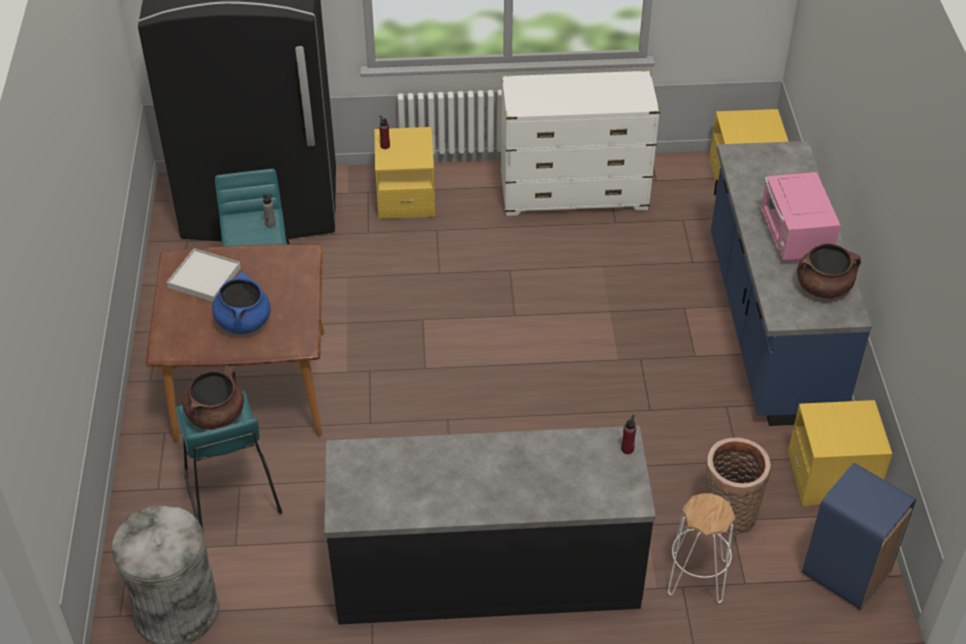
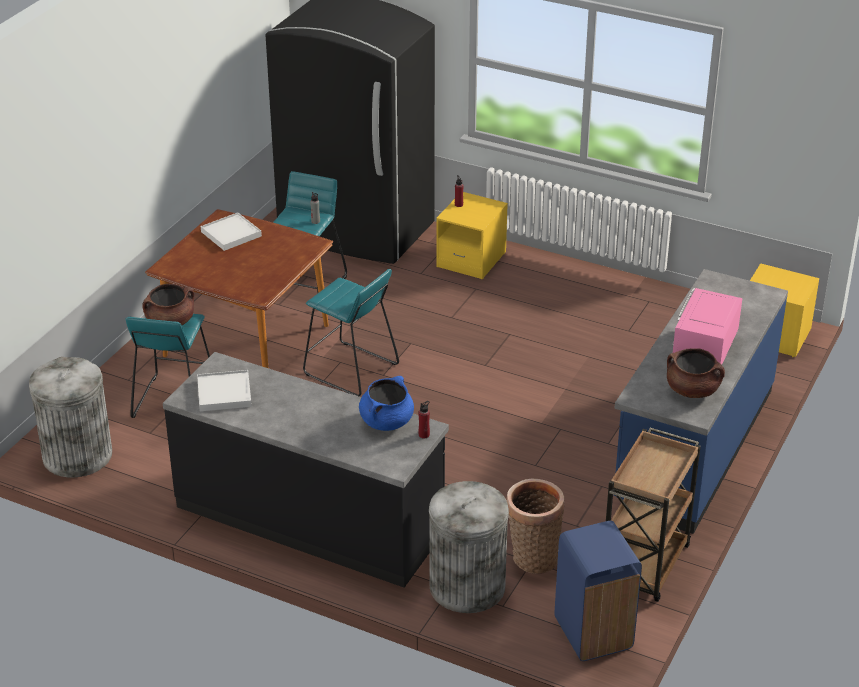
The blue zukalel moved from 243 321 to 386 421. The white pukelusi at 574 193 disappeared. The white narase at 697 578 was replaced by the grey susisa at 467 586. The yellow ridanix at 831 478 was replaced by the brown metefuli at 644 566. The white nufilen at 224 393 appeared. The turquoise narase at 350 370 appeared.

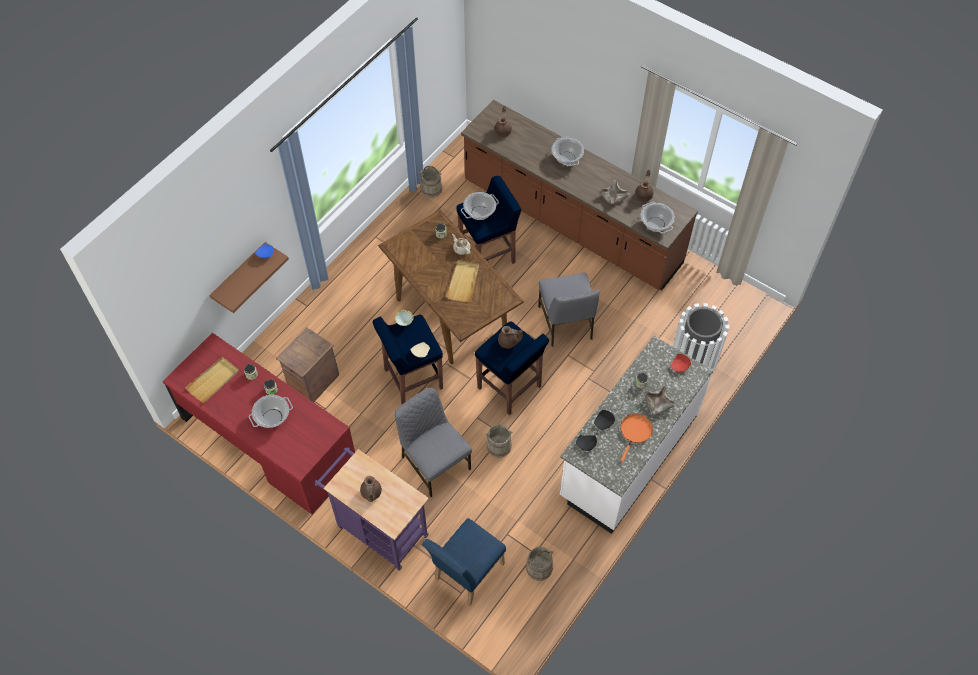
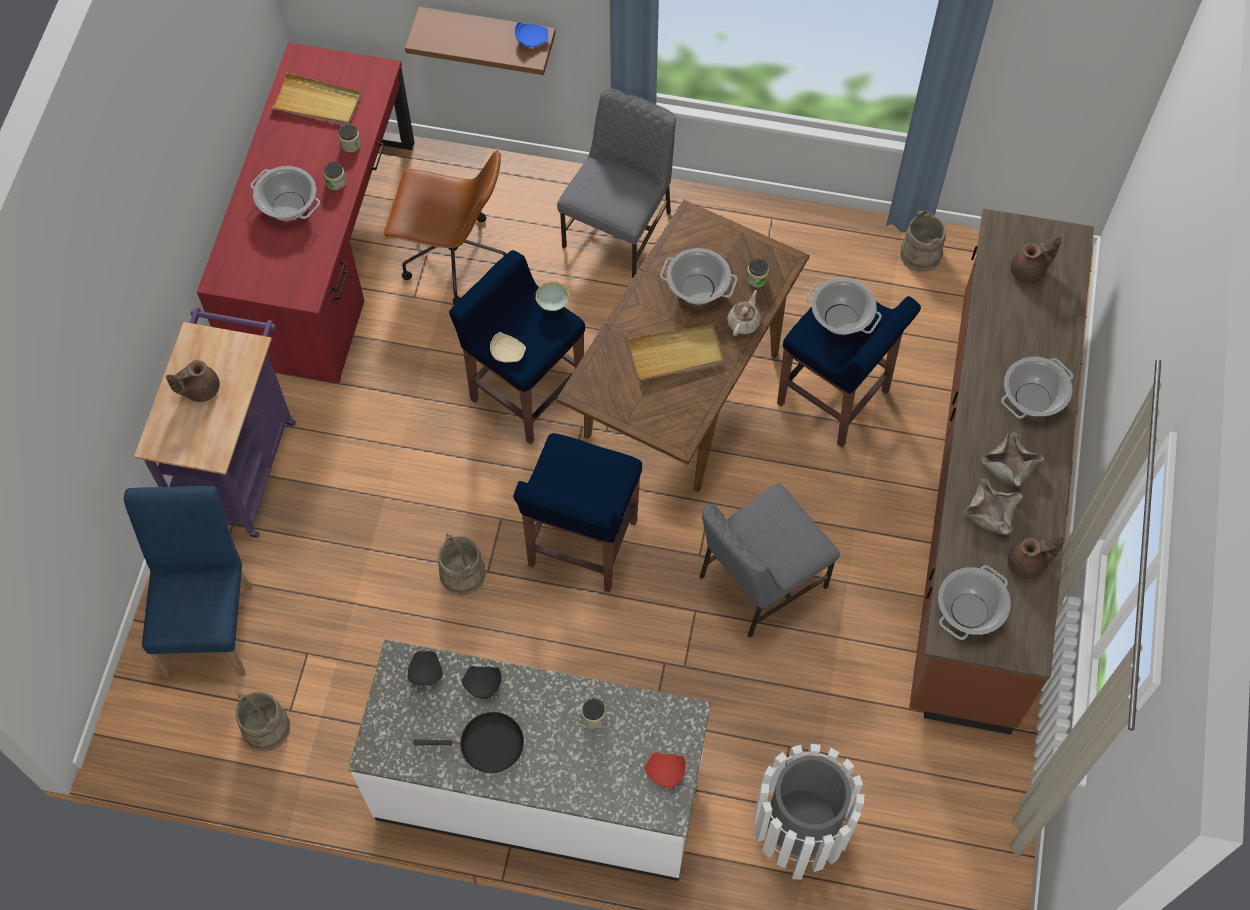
The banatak at 313 382 was replaced by the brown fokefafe at 453 259. The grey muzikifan moved from 434 462 to 620 229. The blue muzikifan at 465 575 turned 75 degrees clockwise. The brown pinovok at 508 342 disappeared. The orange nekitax at 635 432 became the black nekitax at 487 745. The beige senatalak moved from 658 404 to 1009 466. The zukalel at 698 288 appeared.

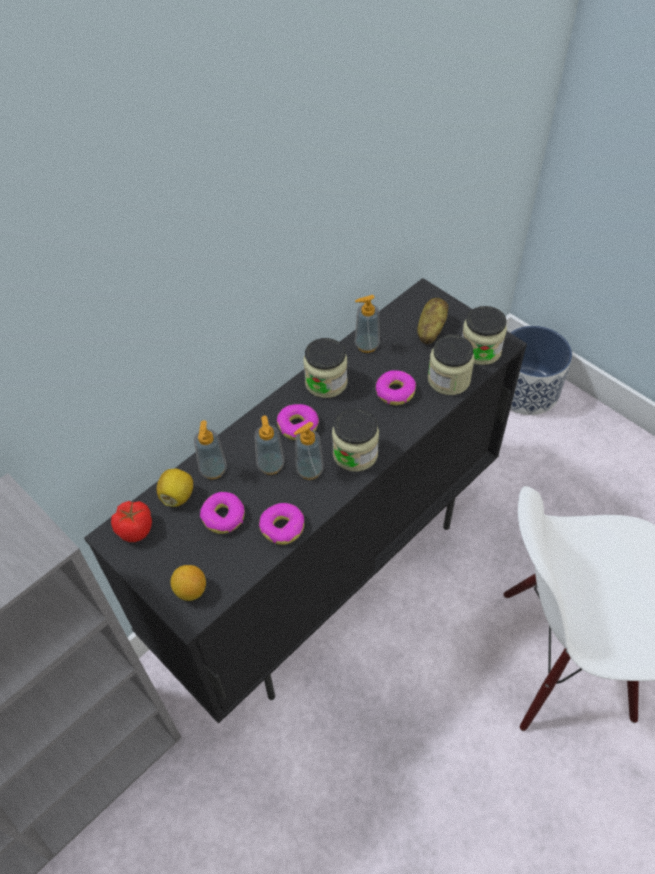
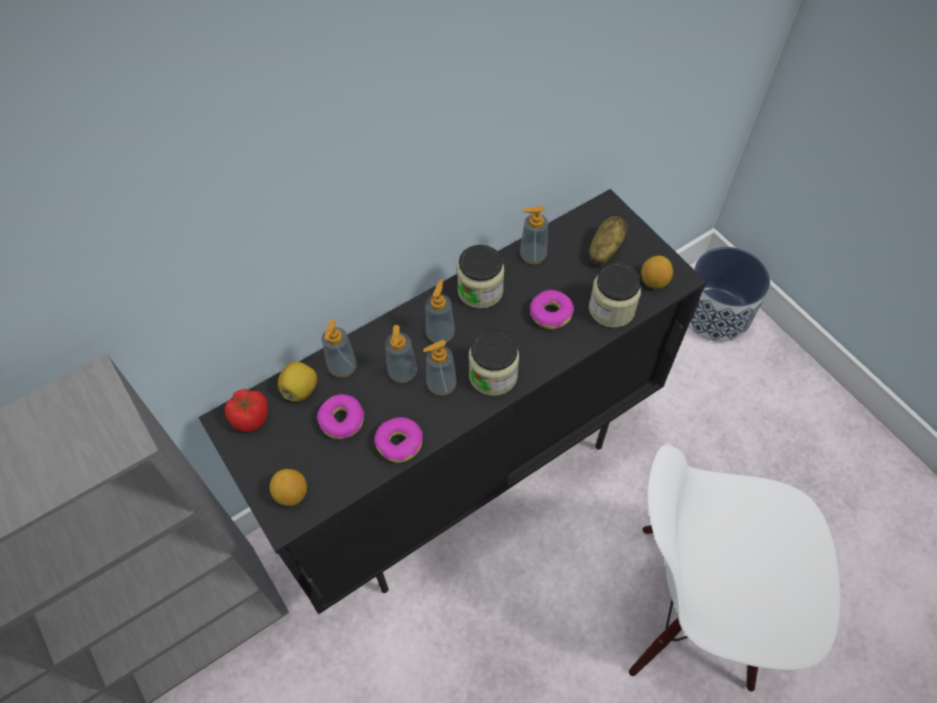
The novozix at 298 426 was replaced by the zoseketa at 440 334. The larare at 480 350 was replaced by the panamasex at 653 281.

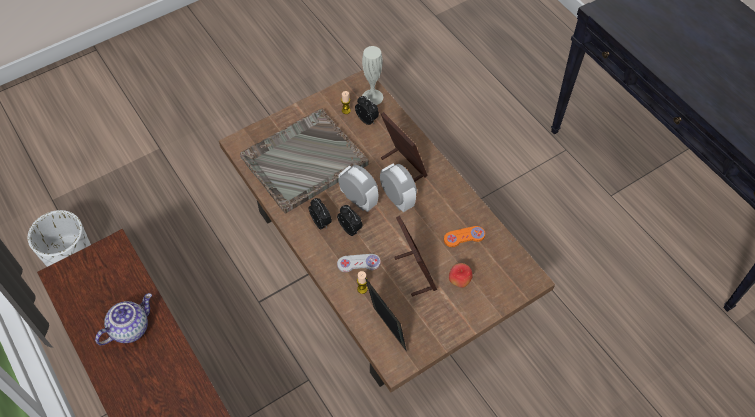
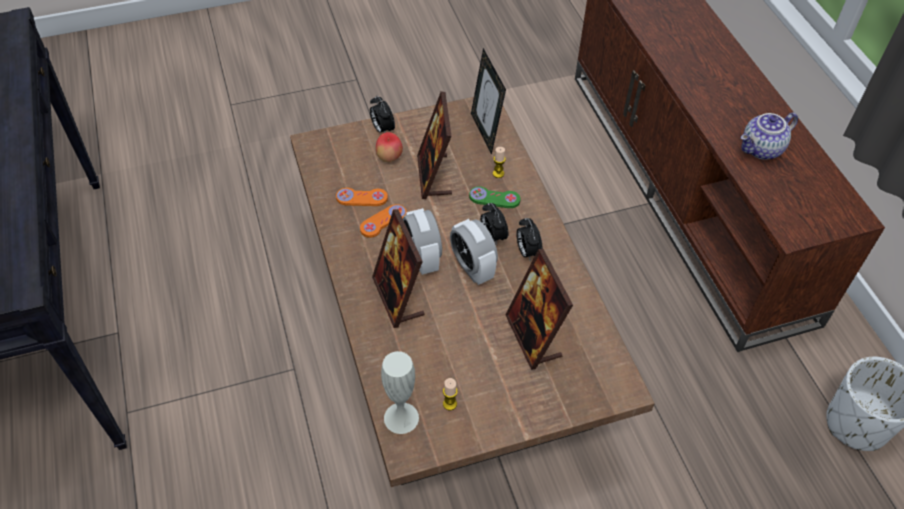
The grey nufilen at 303 161 was replaced by the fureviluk at 533 337. The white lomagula at 358 263 became the green lomagula at 494 198. The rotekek moved from 367 120 to 382 129. The orange lomagula at 383 222 appeared.

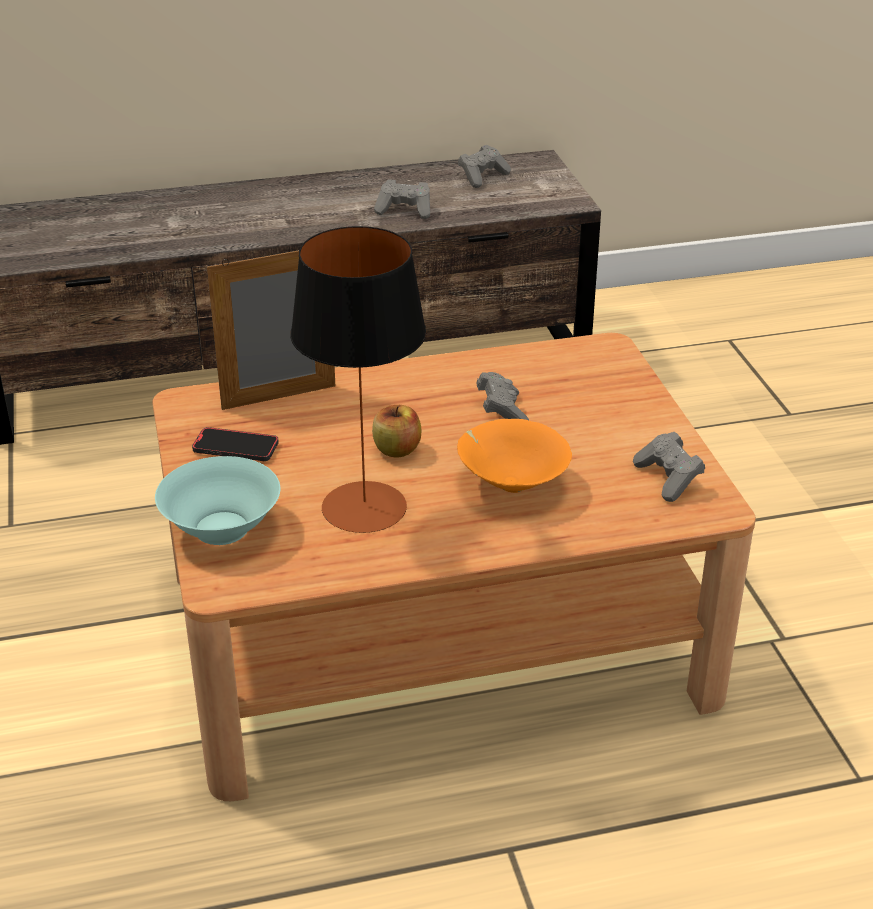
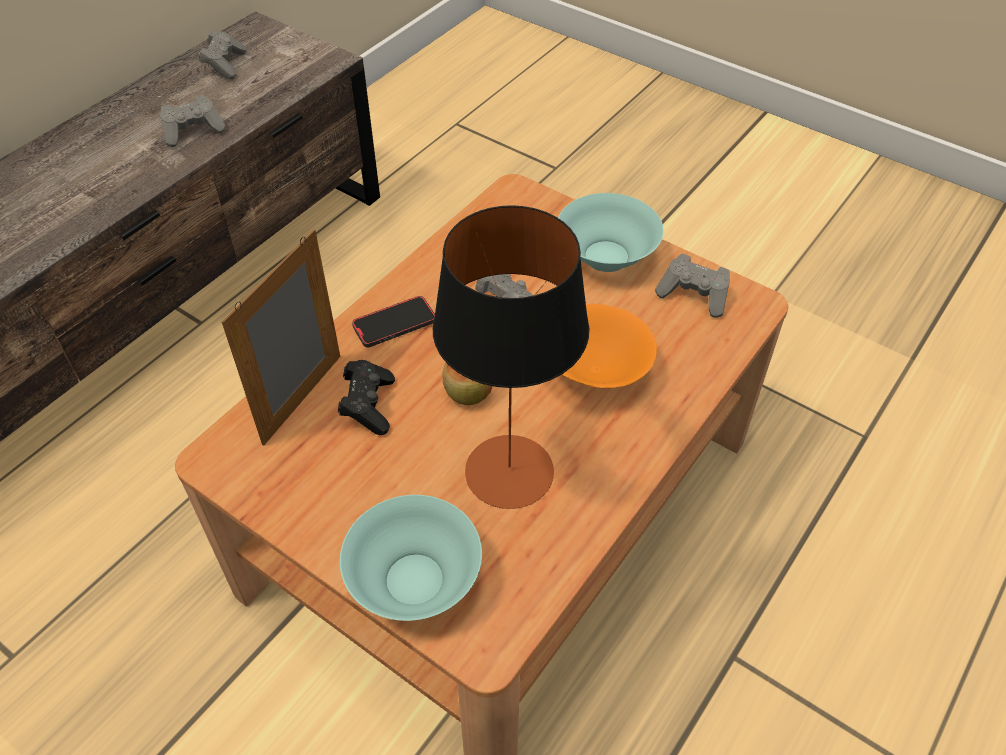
The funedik moved from 236 448 to 394 324. The black lomagula at 368 405 appeared. The turquoise senatalak at 605 255 appeared.

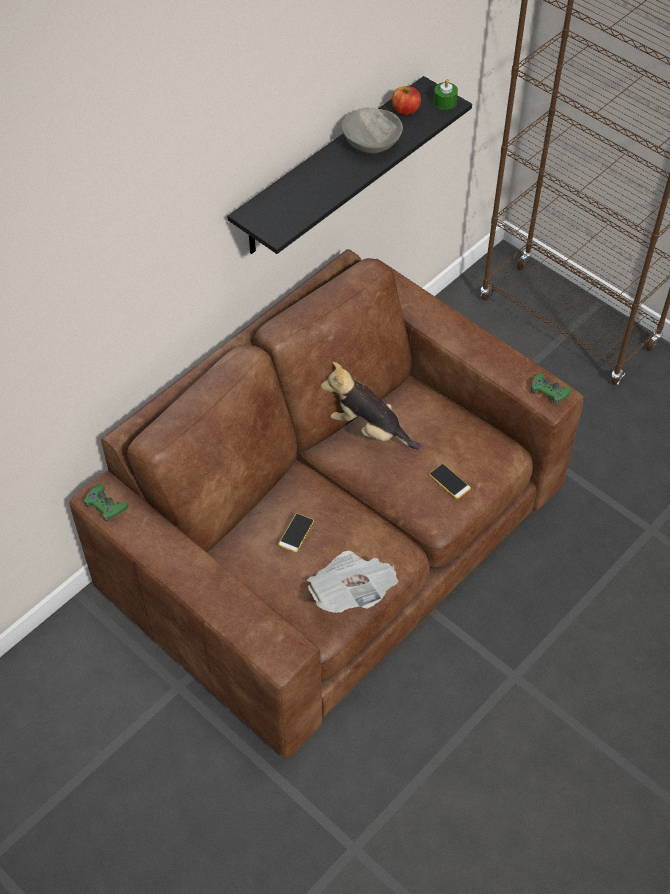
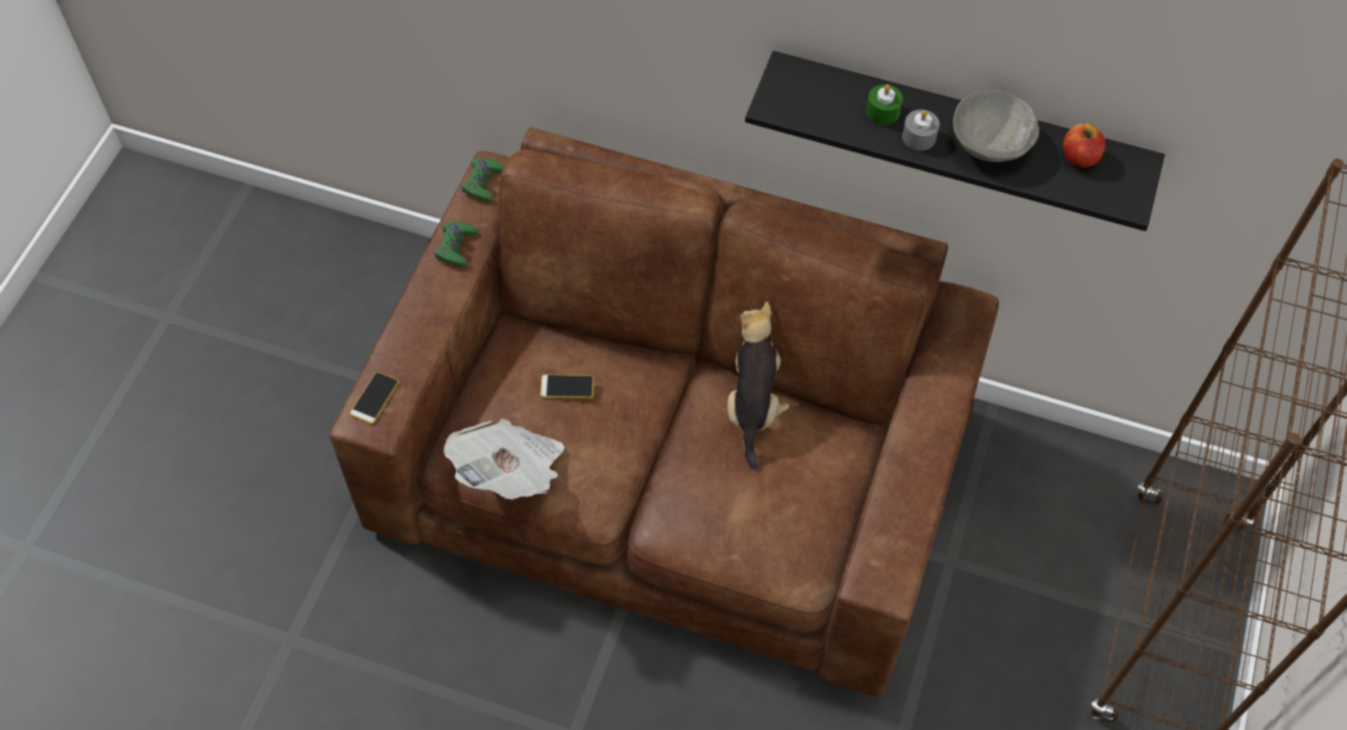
The funedik moved from 449 481 to 374 398. The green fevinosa moved from 445 102 to 882 112. The green lomagula moved from 549 391 to 456 247. The grey fevinosa at 919 137 appeared.

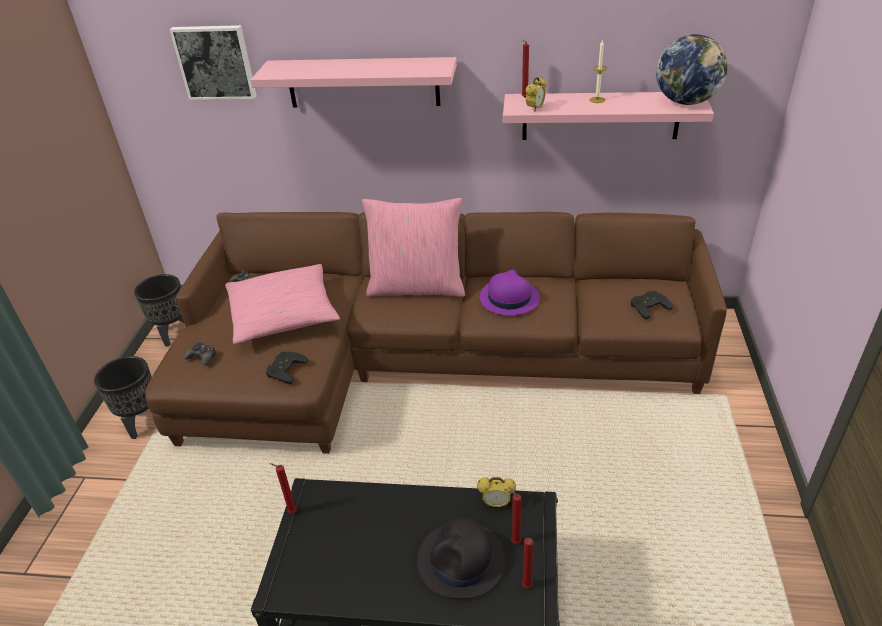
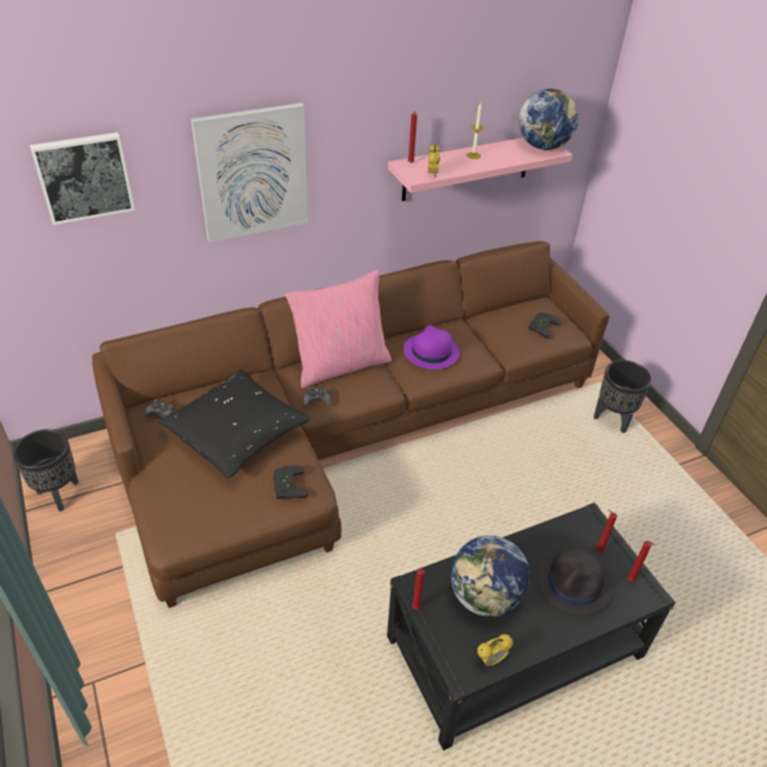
The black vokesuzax moved from 144 422 to 613 419. The black lomagula moved from 202 357 to 317 400. The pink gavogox at 283 315 became the black gavogox at 236 433. The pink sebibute at 363 82 was replaced by the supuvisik at 252 173. The rotekek moved from 496 504 to 491 660. The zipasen at 485 597 appeared.

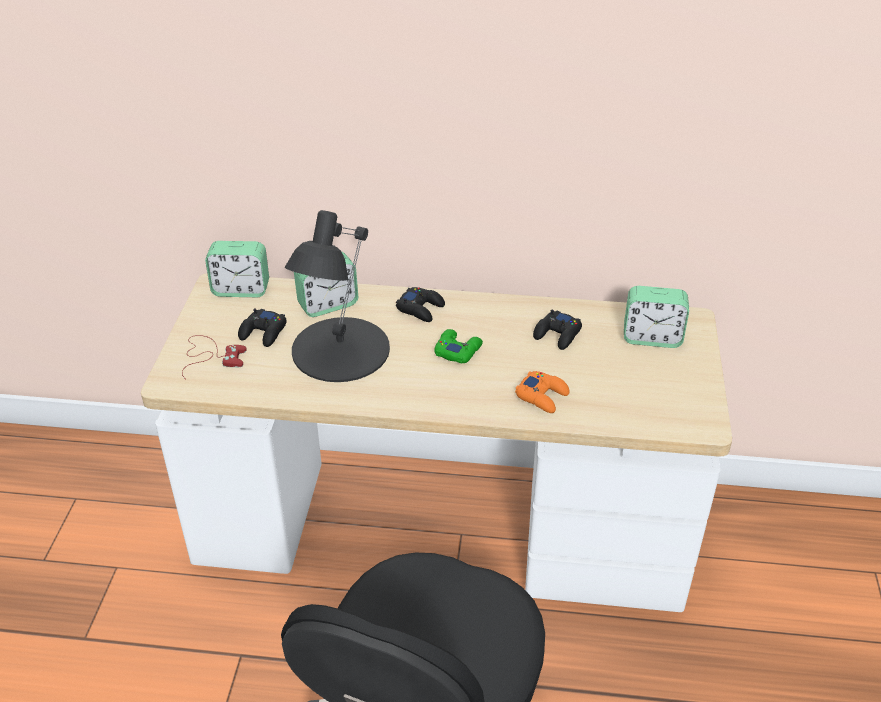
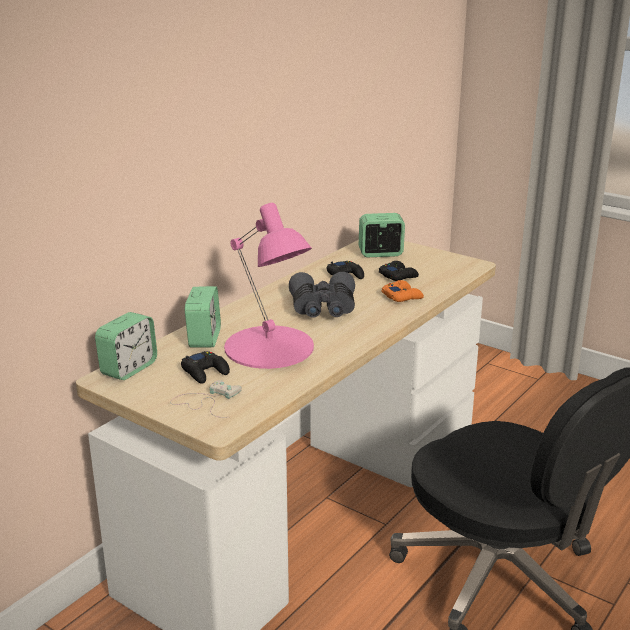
The red lomagula at 211 356 became the white lomagula at 206 401. The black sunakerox at 339 350 became the pink sunakerox at 269 348. The black lomagula moved from 421 308 to 398 276. The green lomagula at 457 350 was replaced by the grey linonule at 323 308. The rotekek at 652 338 turned 135 degrees counterclockwise.

